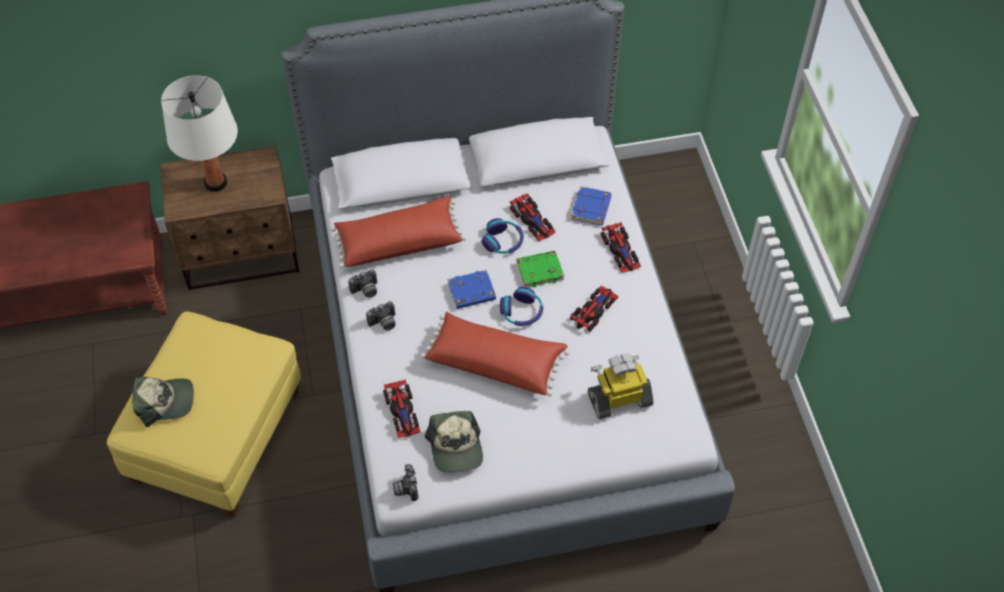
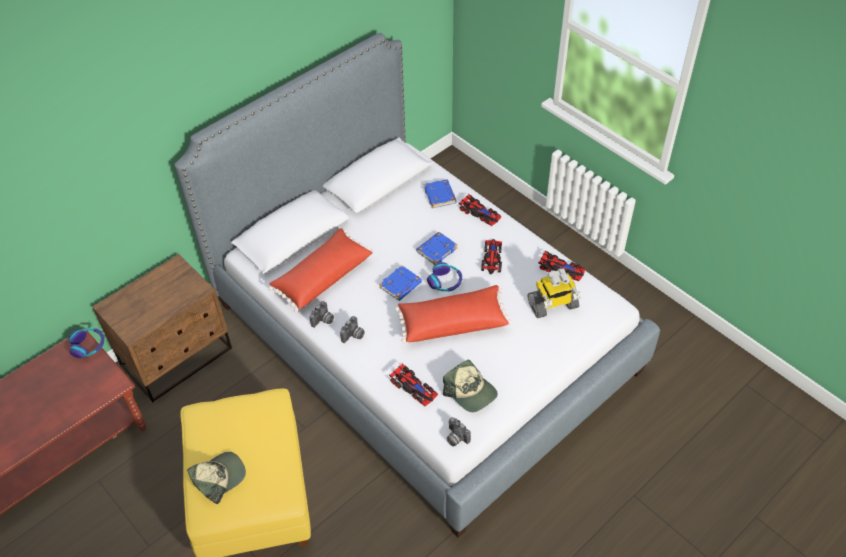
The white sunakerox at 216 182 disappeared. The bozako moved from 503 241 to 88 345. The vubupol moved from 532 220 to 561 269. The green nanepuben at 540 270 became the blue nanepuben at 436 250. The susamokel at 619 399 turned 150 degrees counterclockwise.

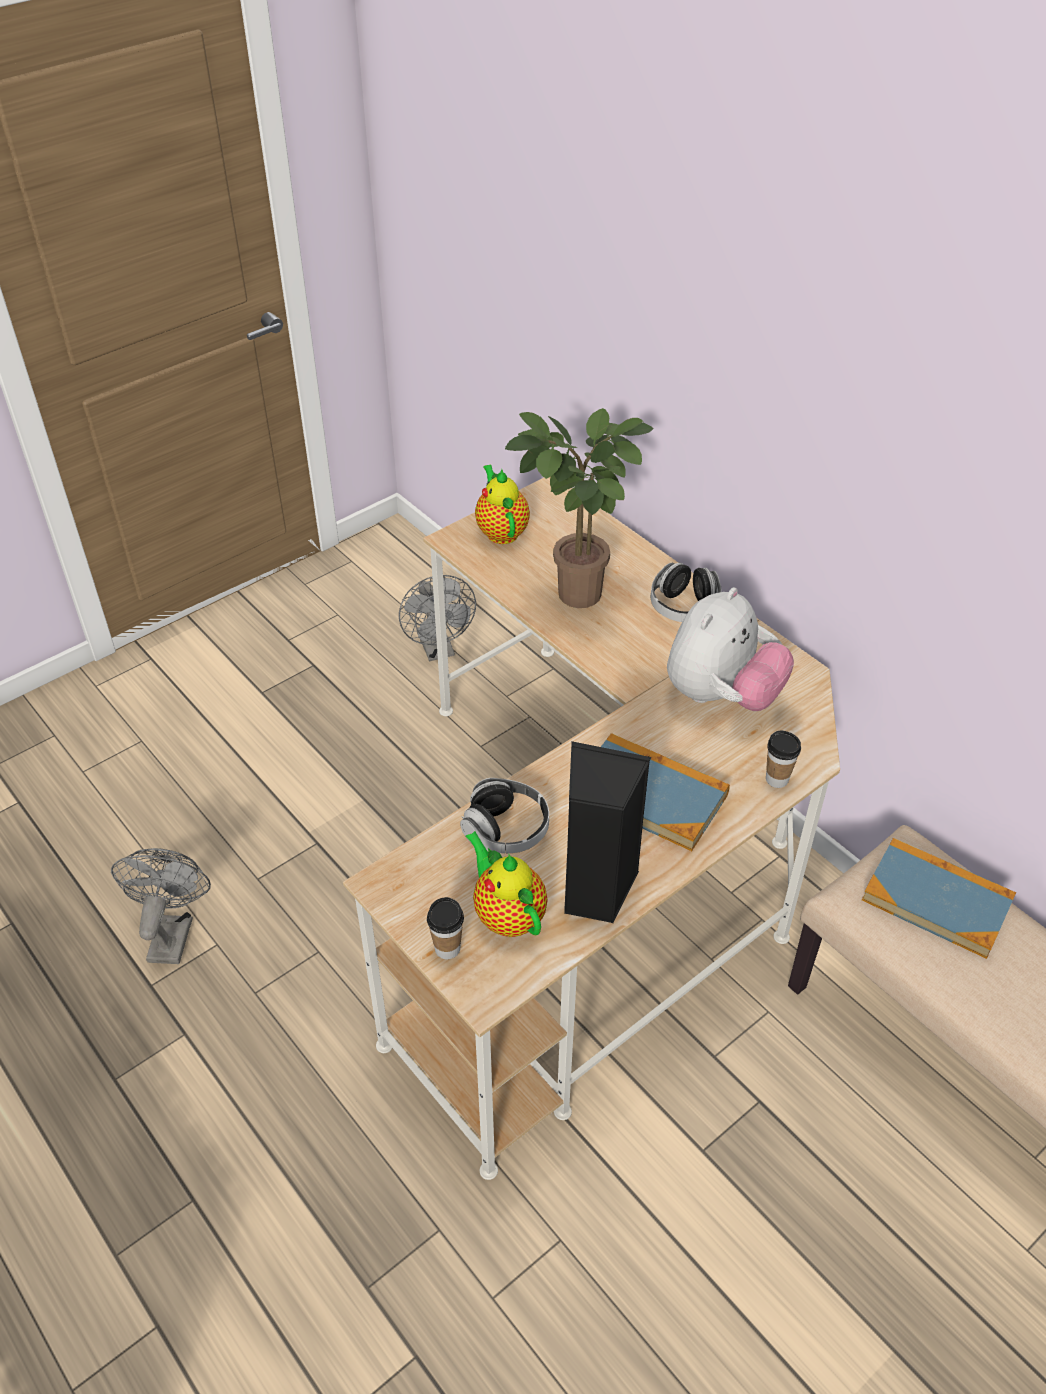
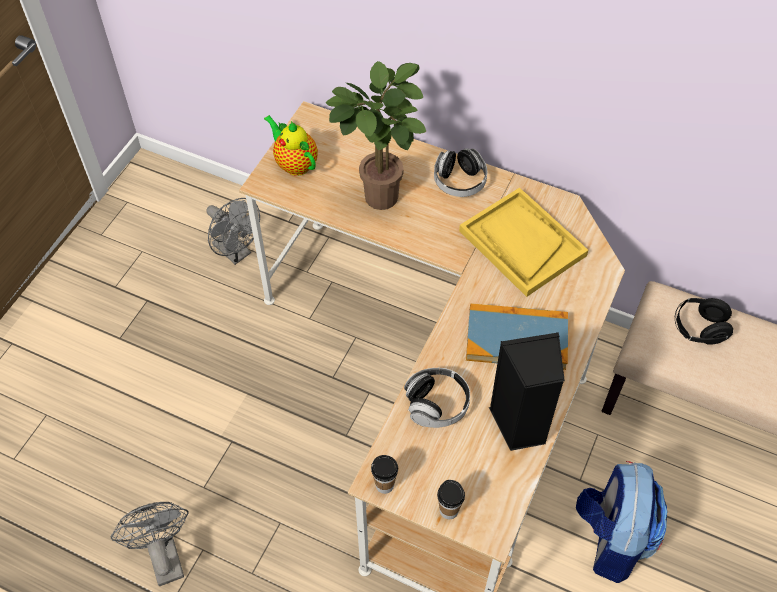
The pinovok at 507 914 disappeared. The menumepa at 721 696 was replaced by the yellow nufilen at 521 243. The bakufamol moved from 777 779 to 384 485. The nanepuben at 936 900 was replaced by the black bozako at 699 329. The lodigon at 611 538 appeared.

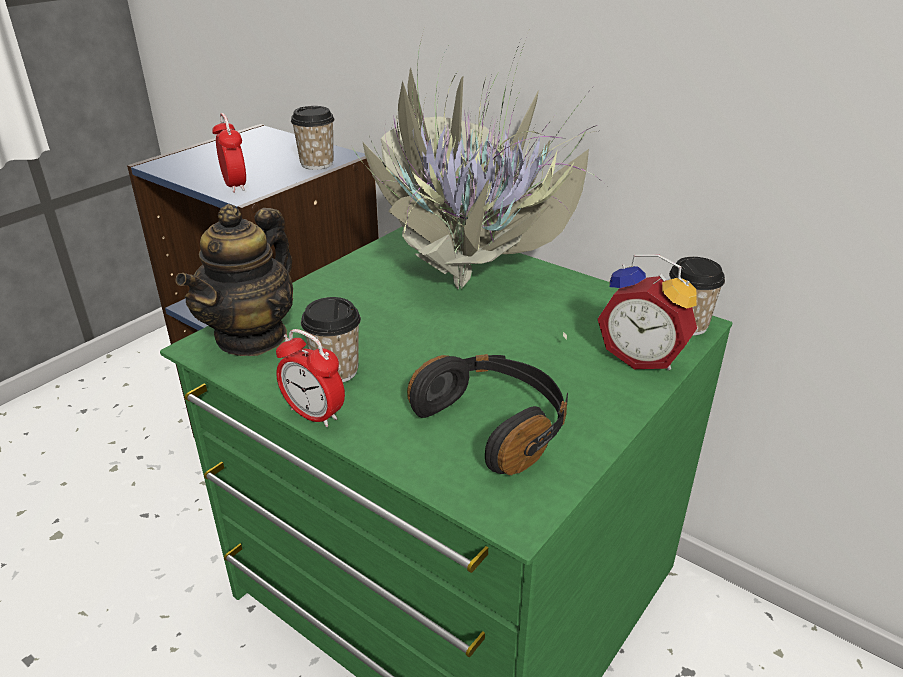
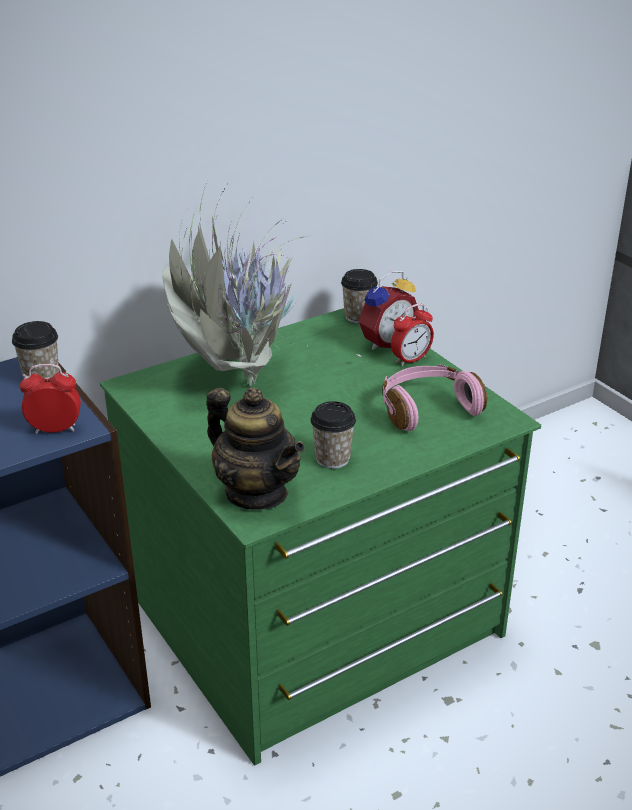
The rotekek moved from 314 415 to 411 359. The black bozako at 494 425 became the pink bozako at 427 408.

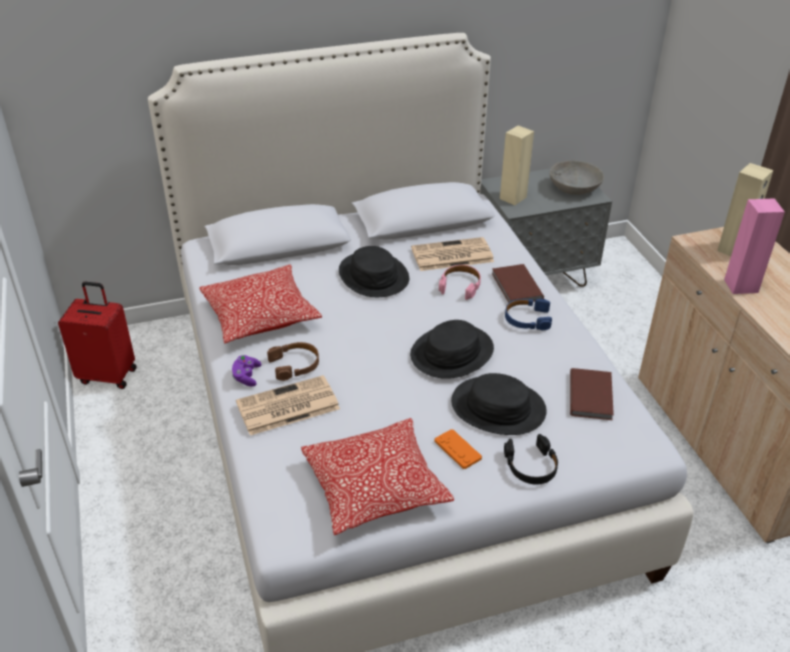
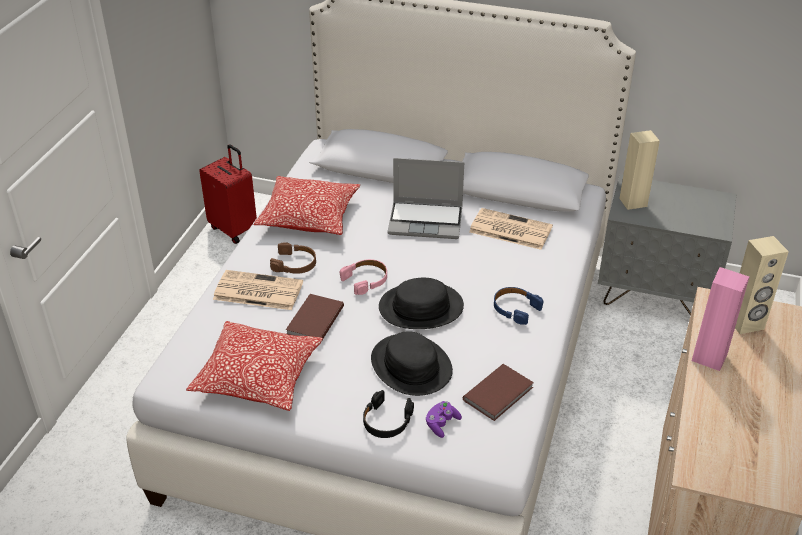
The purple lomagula moved from 246 376 to 441 424. The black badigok at 374 275 was replaced by the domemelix at 426 221. The orange lomagula at 457 450 disappeared. The pink bozako moved from 460 285 to 366 280. The brown nanepuben moved from 516 287 to 313 320. The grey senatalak at 574 188 disappeared.

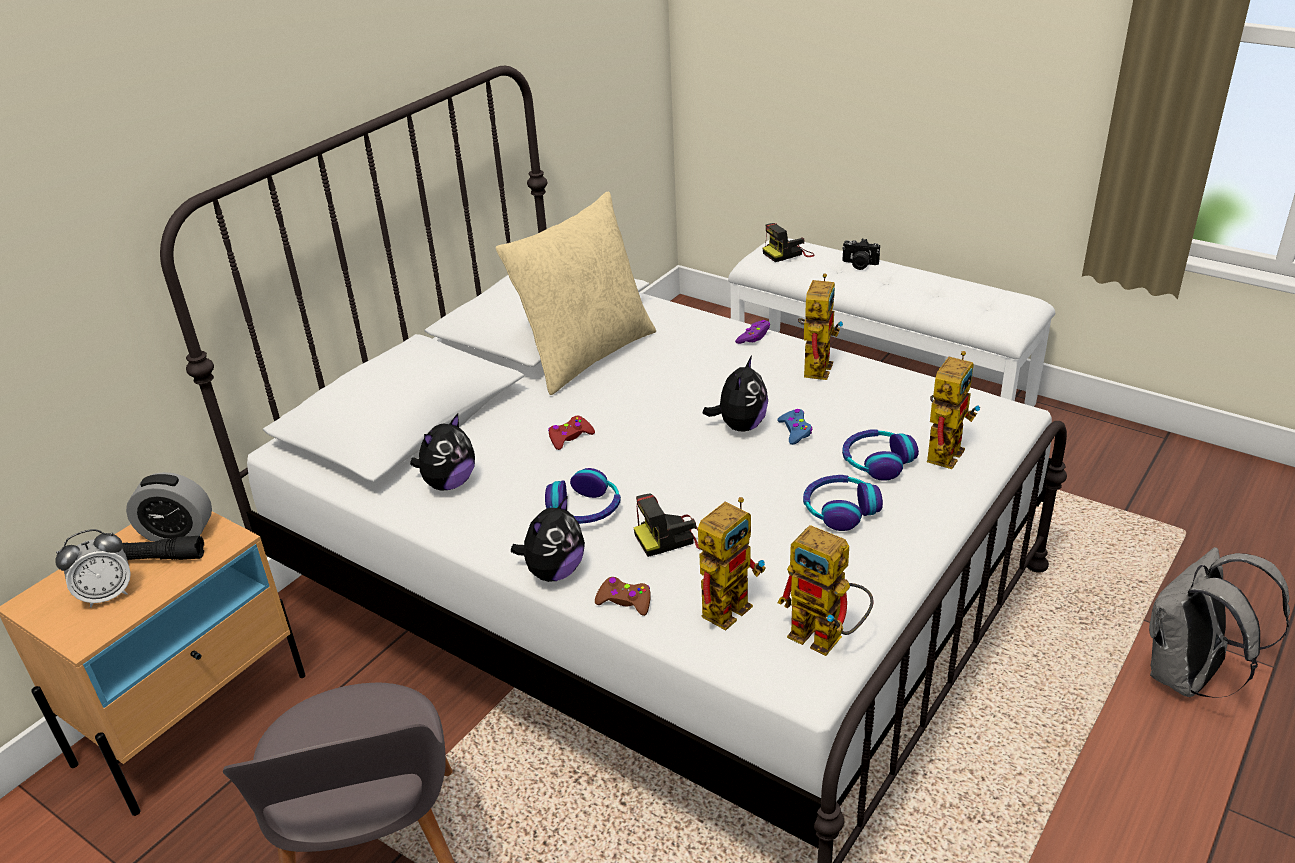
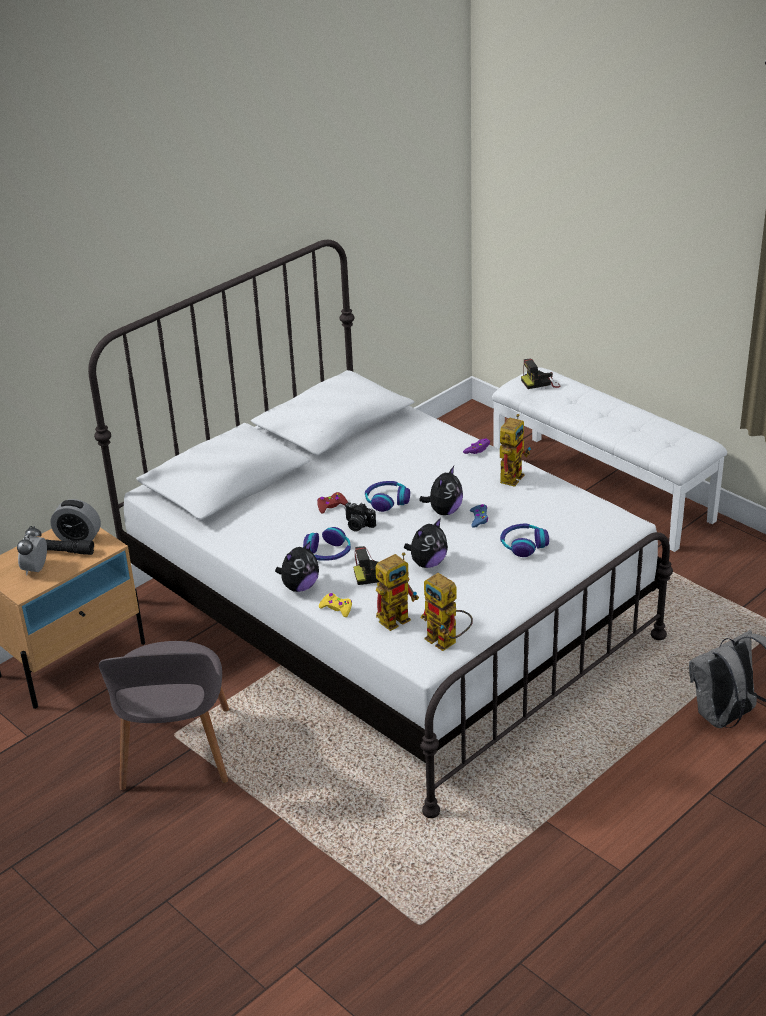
The rotekek at 107 595 turned 120 degrees clockwise. The menumepa moved from 448 483 to 427 563. The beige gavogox at 586 354 disappeared. The brown lomagula at 625 601 became the yellow lomagula at 336 608. The bozako moved from 840 509 to 387 501. The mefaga moved from 859 265 to 358 525. The susamokel at 944 449 disappeared.

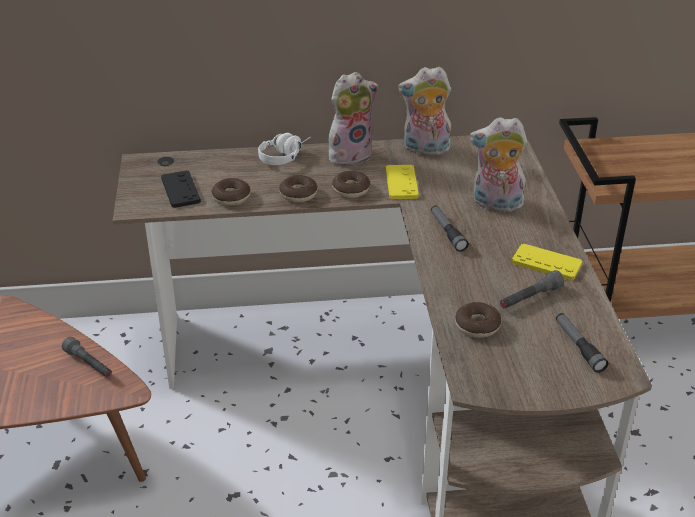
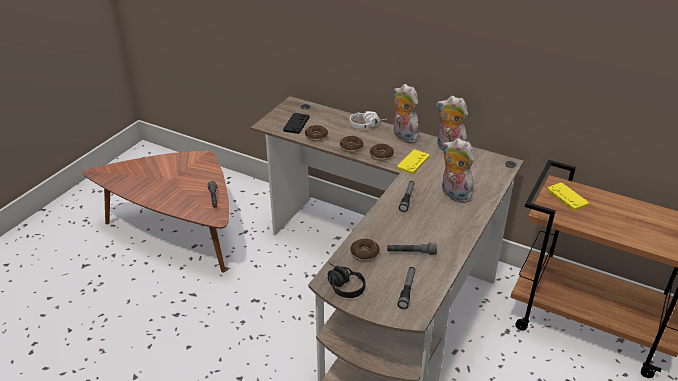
The menumepa at 350 154 turned 135 degrees counterclockwise. The yellow lomagula moved from 546 263 to 567 197. The black bozako at 341 285 appeared.

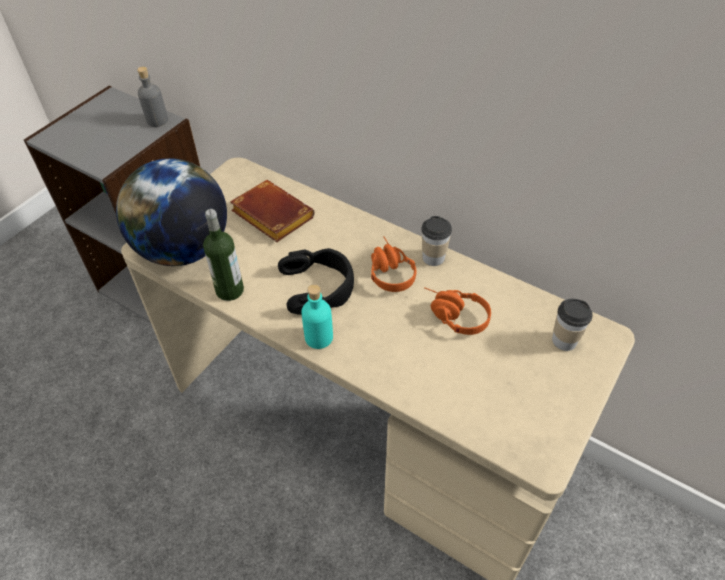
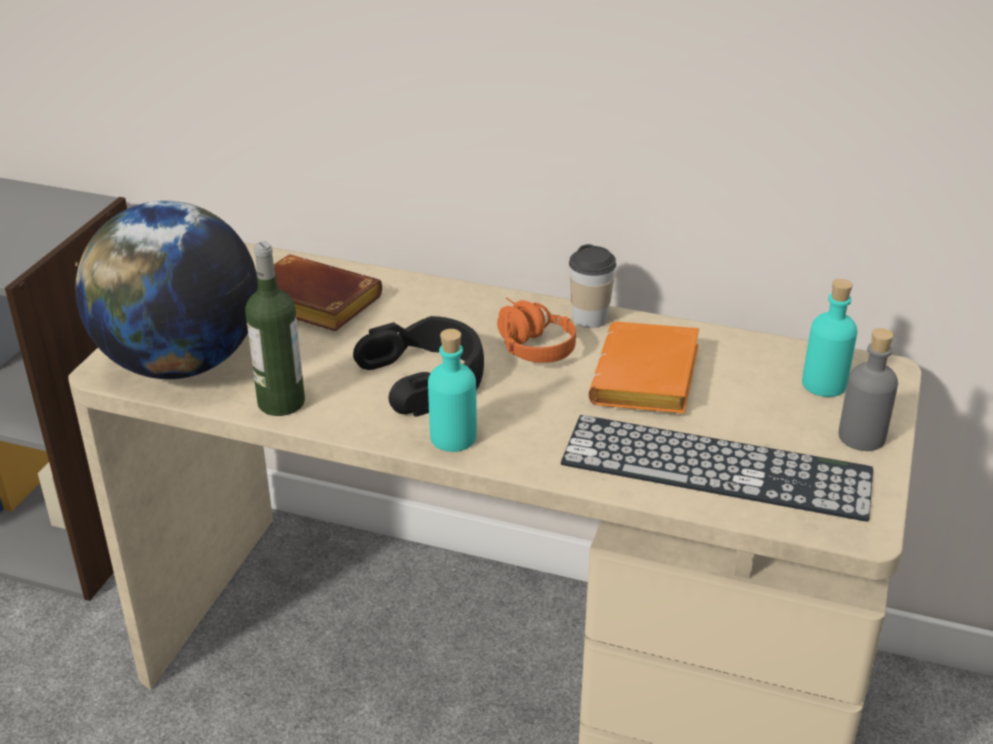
The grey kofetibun moved from 157 120 to 861 437. The orange bozako at 452 316 was replaced by the orange nanepuben at 649 381. The bakufamol at 564 340 was replaced by the turquoise kofetibun at 824 384. The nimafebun at 716 467 appeared.

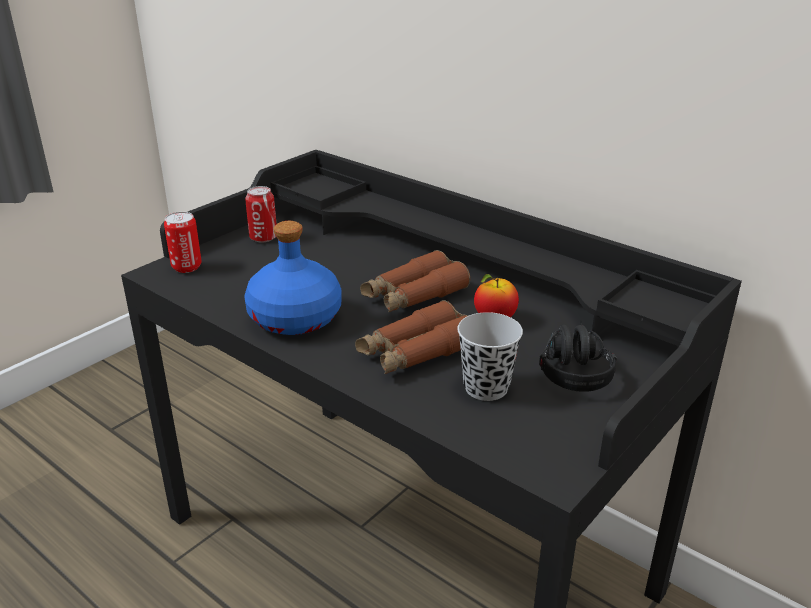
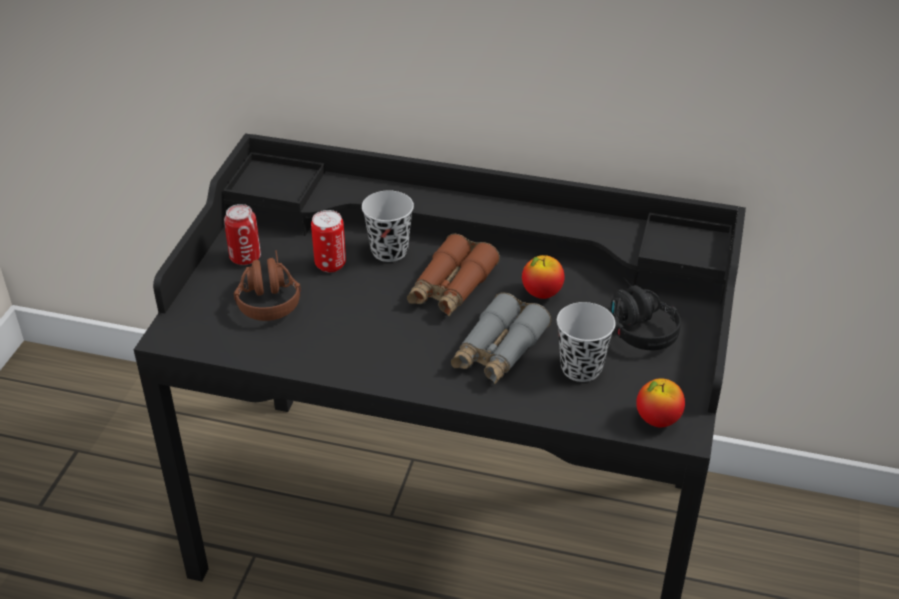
The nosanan moved from 186 267 to 330 264. The blue kofetibun at 294 318 disappeared. The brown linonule at 416 352 became the grey linonule at 498 350. The brown bozako at 267 295 appeared. The black bakufamol at 389 251 appeared. The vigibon at 657 420 appeared.

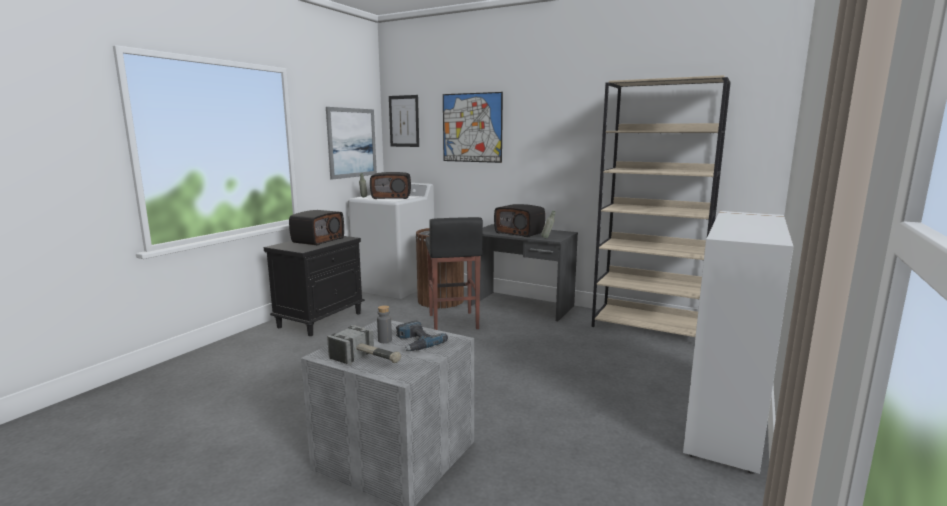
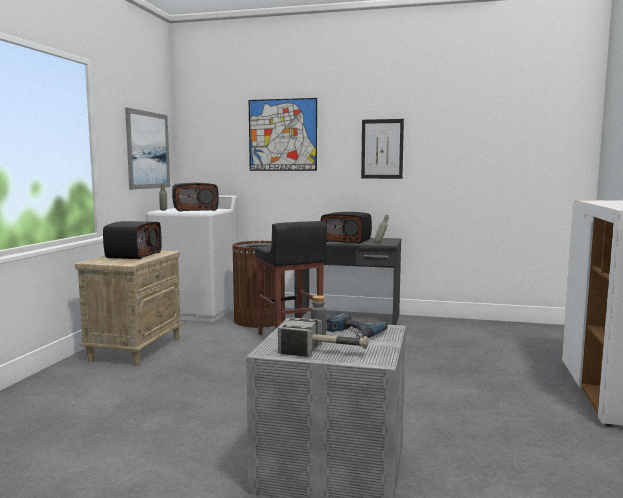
The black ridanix at 320 320 became the beige ridanix at 136 349. The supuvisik moved from 404 121 to 382 149. The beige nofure at 648 327 disappeared.

